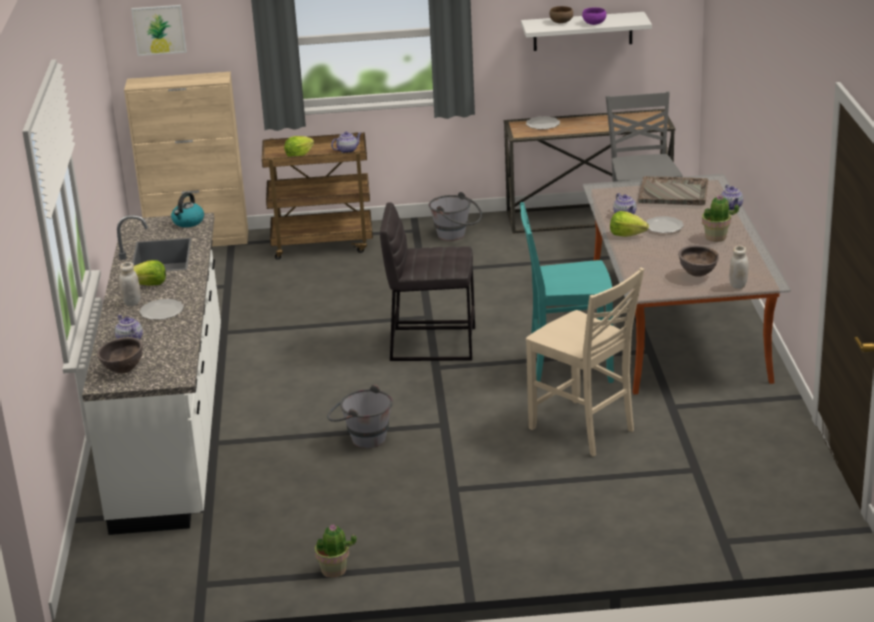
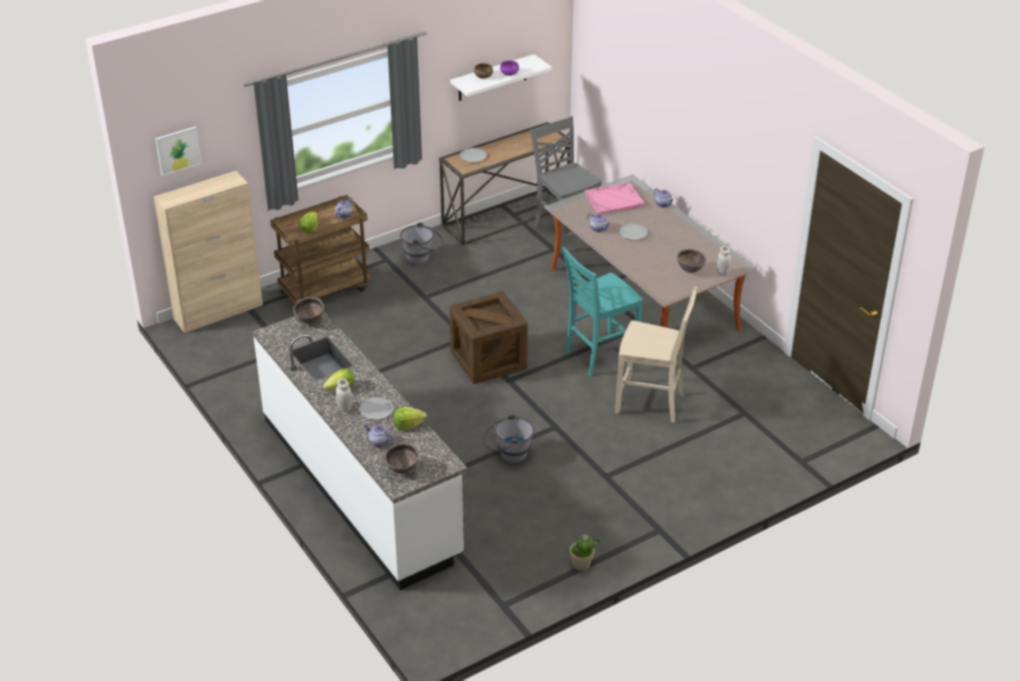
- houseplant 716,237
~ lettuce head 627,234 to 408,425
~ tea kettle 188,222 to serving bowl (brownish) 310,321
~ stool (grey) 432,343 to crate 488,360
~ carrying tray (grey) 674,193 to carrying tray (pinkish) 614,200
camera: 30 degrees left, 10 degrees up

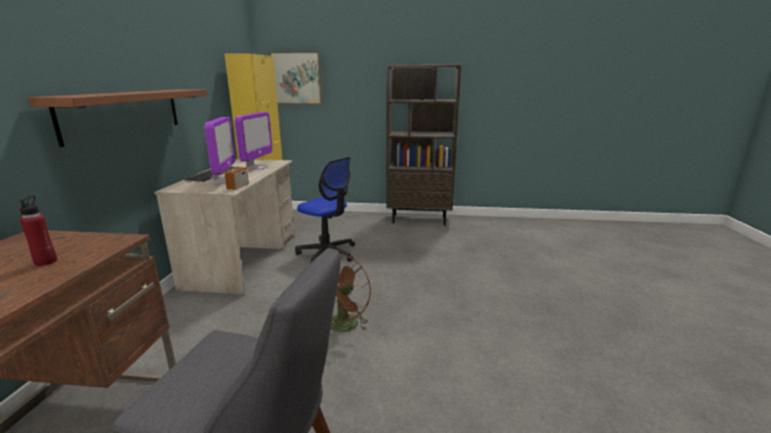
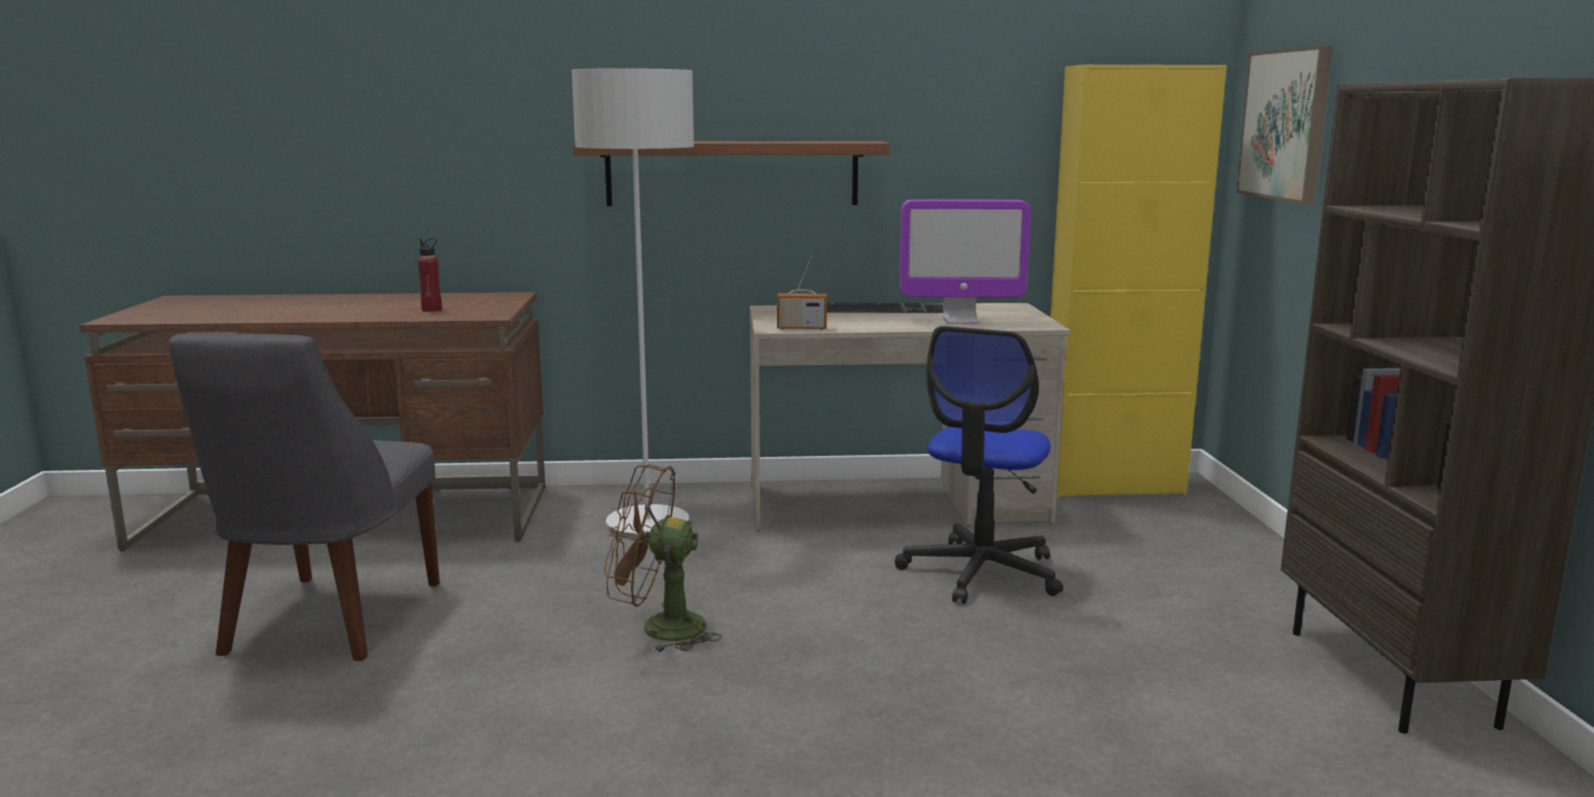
- computer display 224,181
+ floor lamp (grey) 647,524
camera: 80 degrees right, 5 degrees down

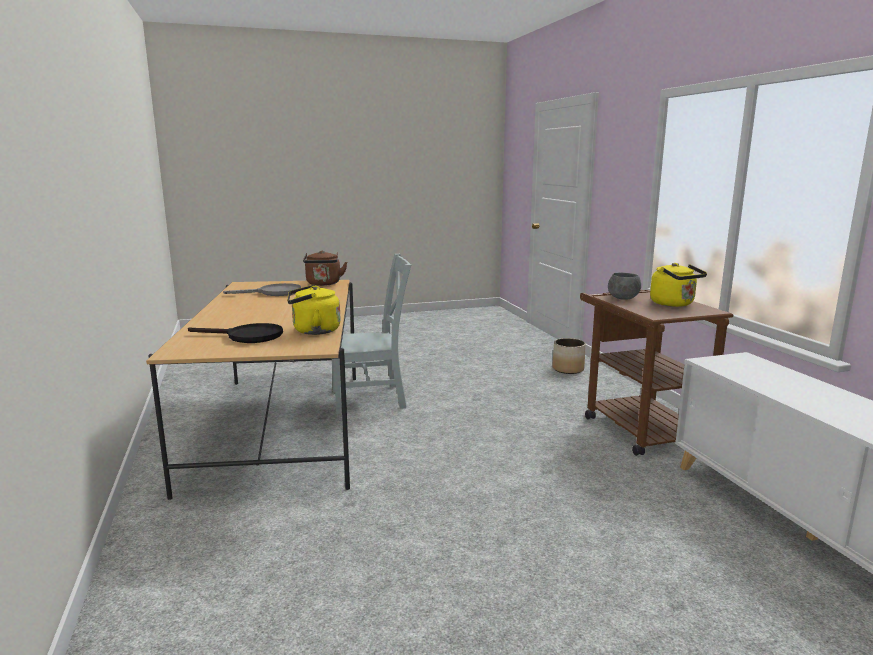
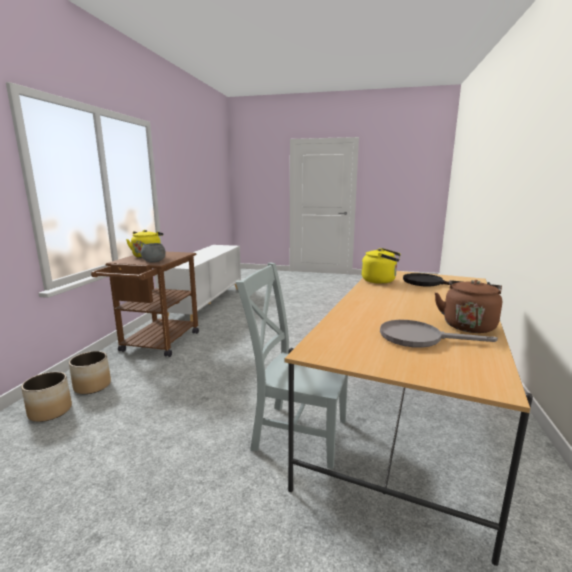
+ plant pot 92,386
~ tea kettle (brownish) 323,284 to 468,325
camera: 150 degrees left, 0 degrees up

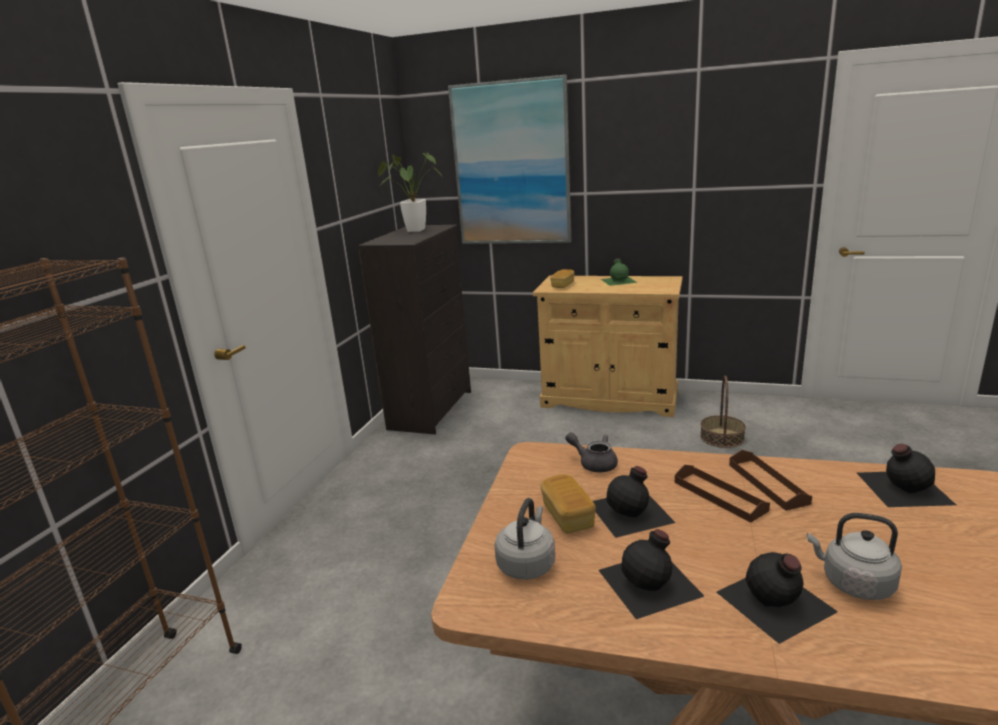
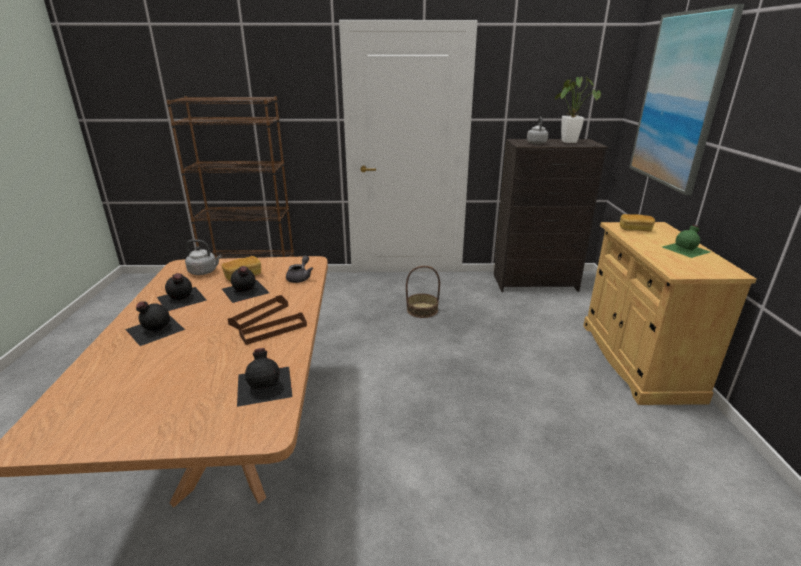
~ household basket 721,437 to 422,310
~ tea kettle (grey) 853,583 to 536,143
camera: 70 degrees right, 5 degrees up

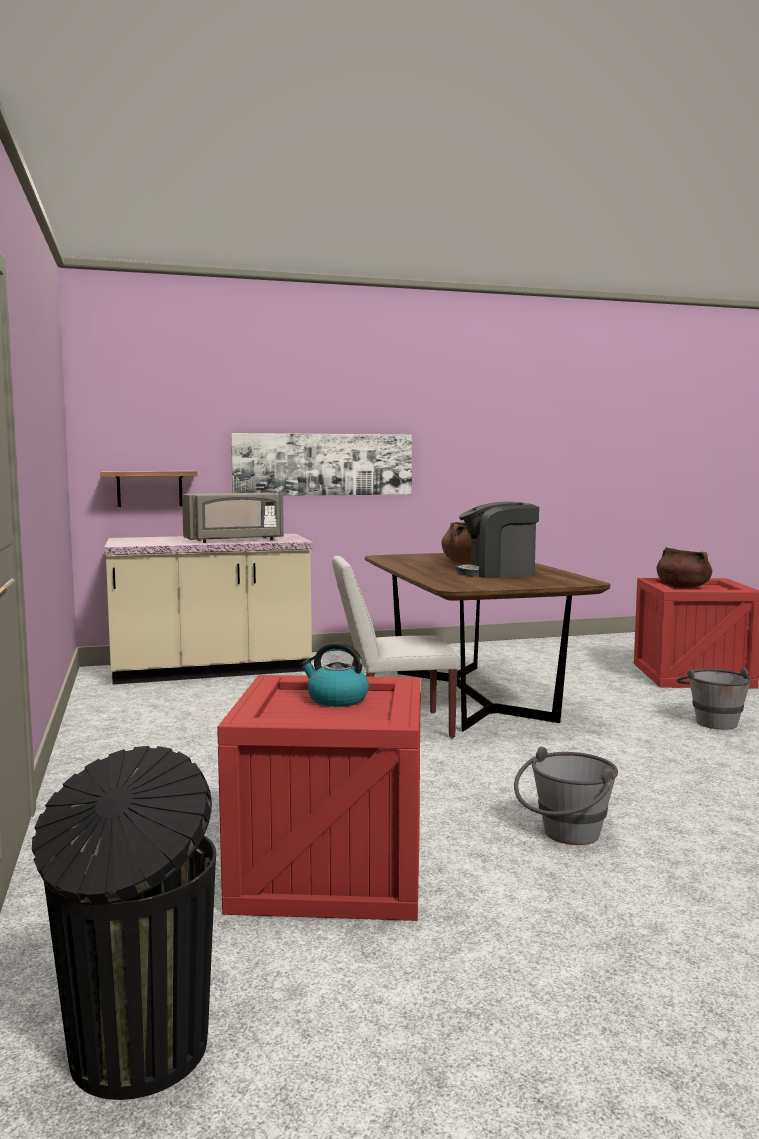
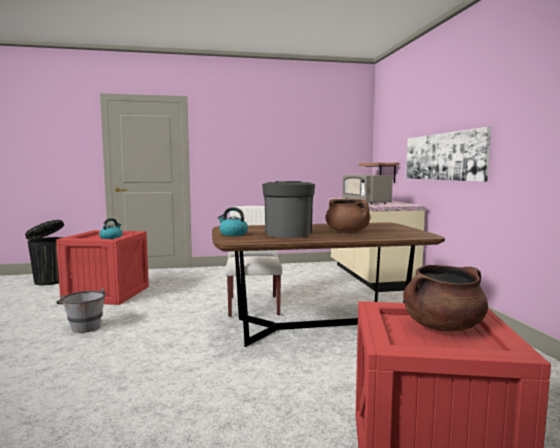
- pail (grey) 712,721
+ tea kettle 233,234
camera: 95 degrees right, 0 degrees up

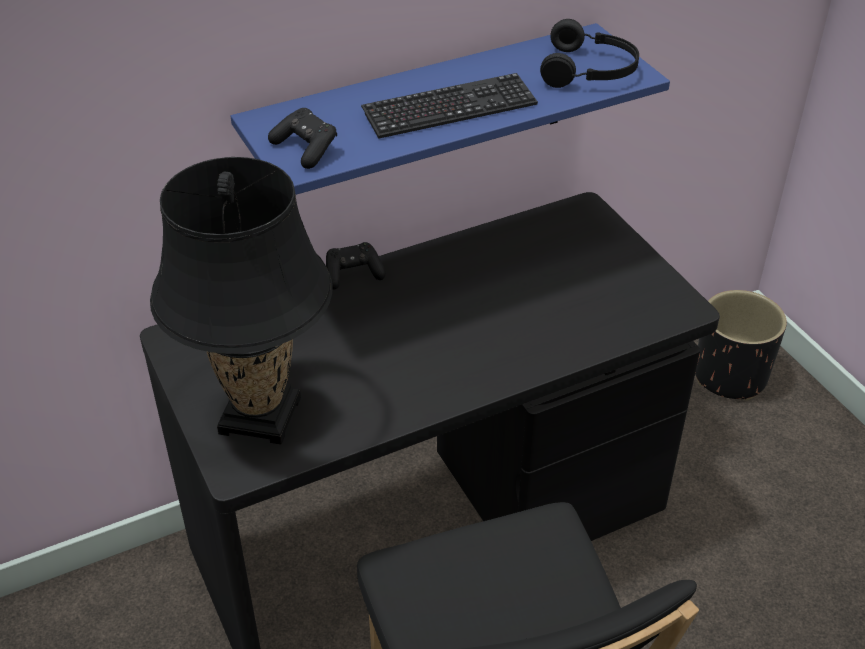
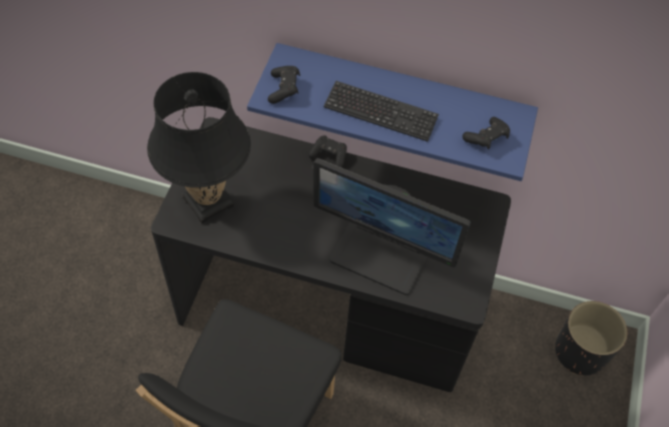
+ computer display 381,255
~ headphones (black-coloured) 590,71 to joypad (black-coloured) 486,139
camera: 40 degrees right, 15 degrees up

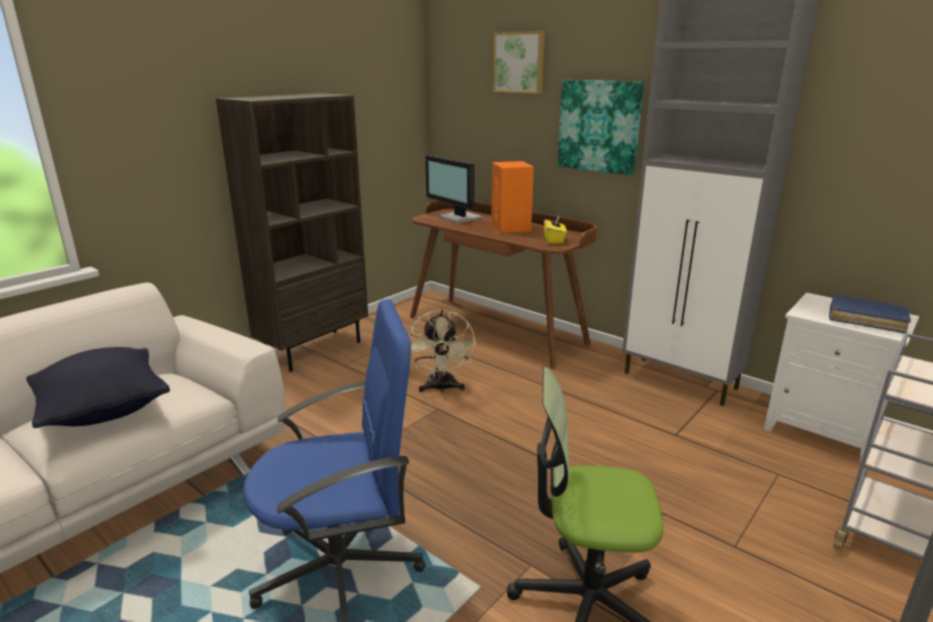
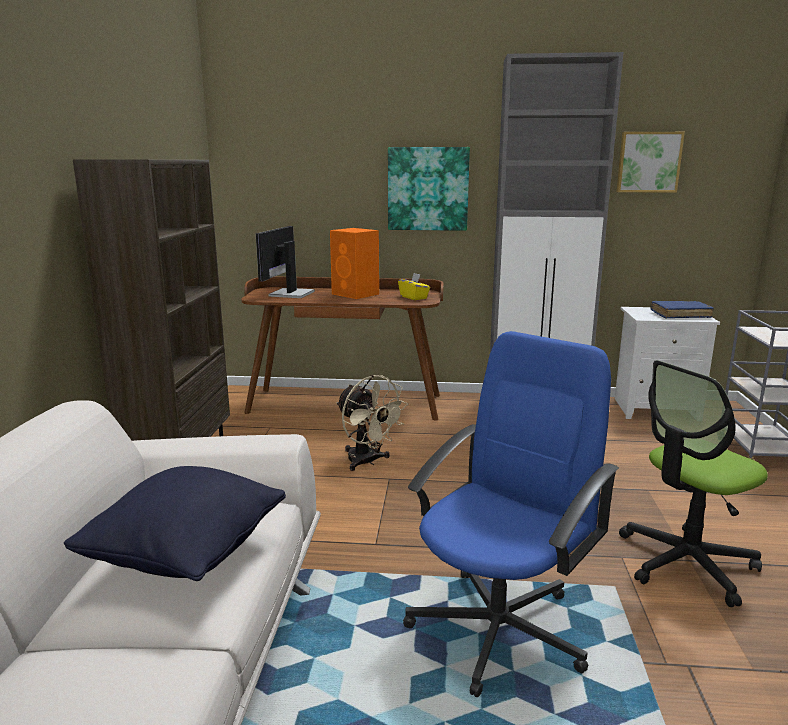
~ picture 520,62 to 648,162
~ computer display 458,218 = 289,294 90 degrees clockwise
camera: 35 degrees left, 5 degrees down

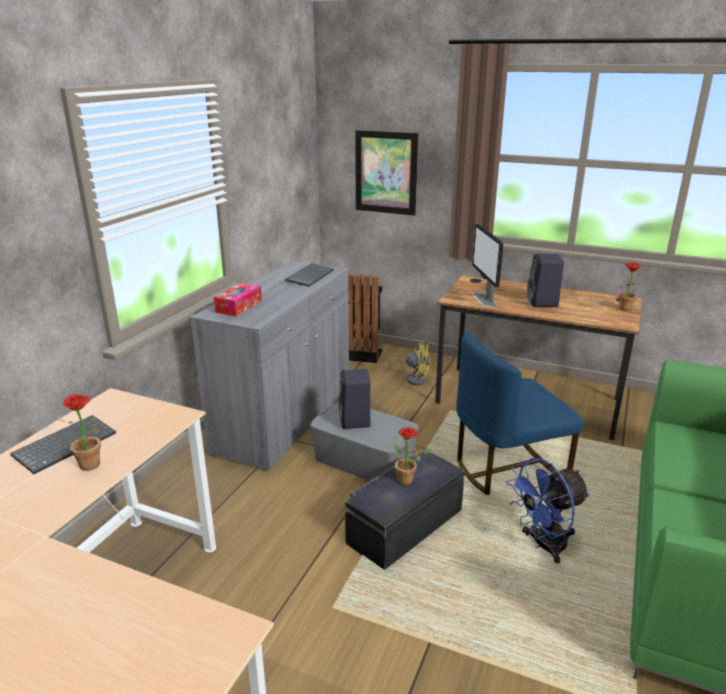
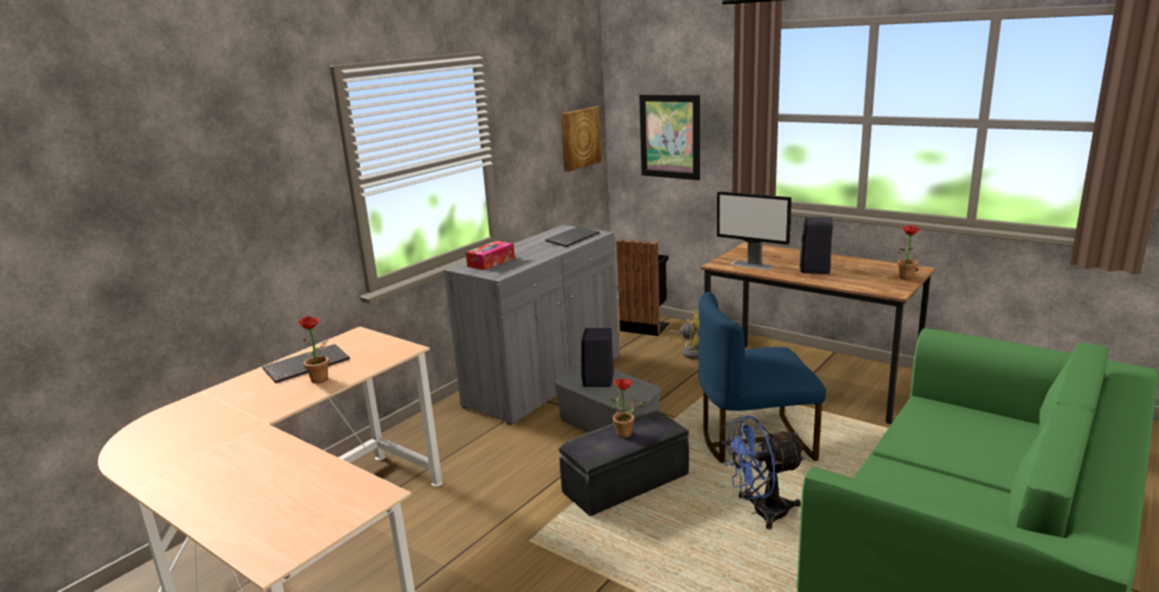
+ picture 579,138
~ computer display 484,299 = 752,265 60 degrees counterclockwise
camera: 15 degrees right, 5 degrees down

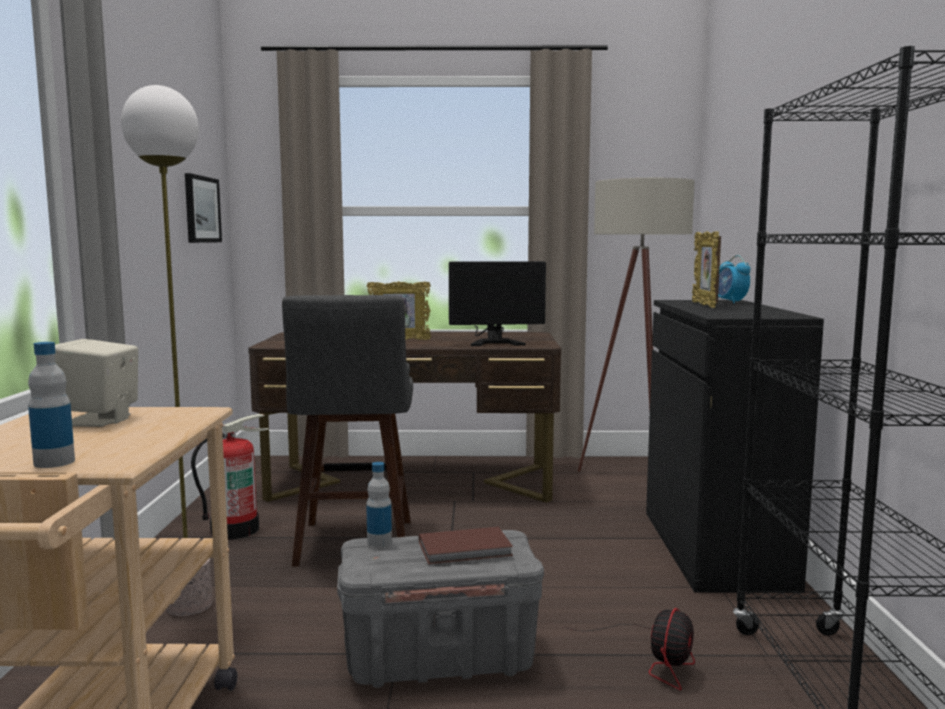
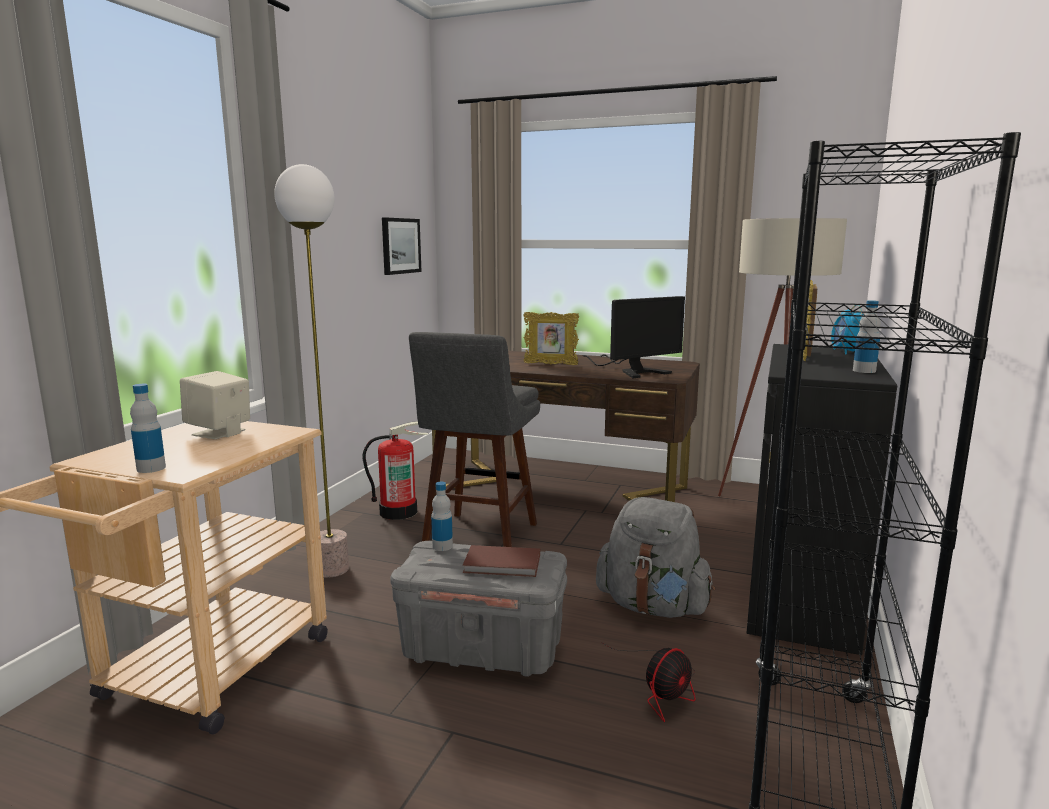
+ knapsack (grey) 653,606
+ beverage bottle 864,371
~ computer display 494,341 = 633,371 45 degrees counterclockwise
camera: 20 degrees right, 5 degrees up

